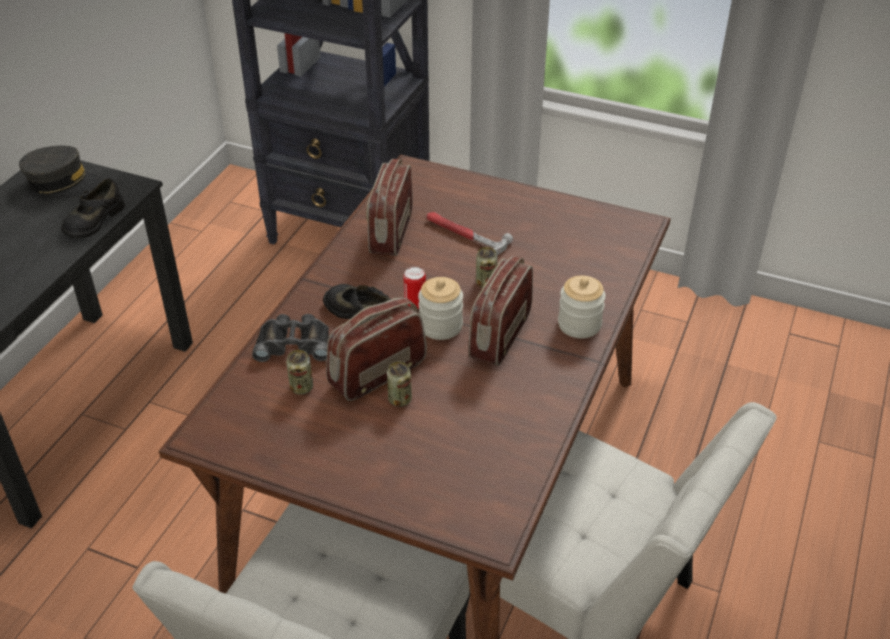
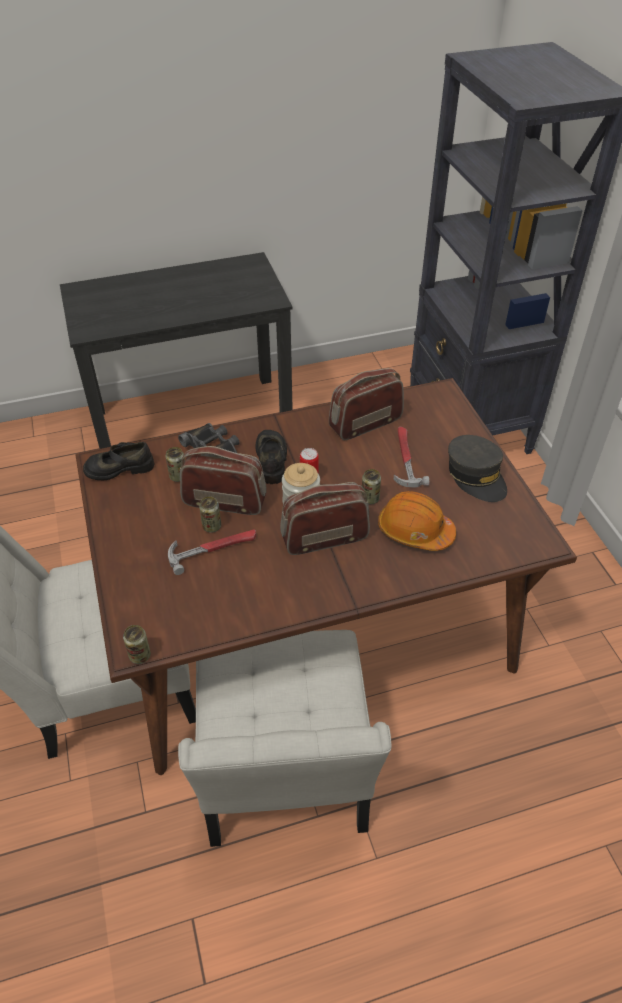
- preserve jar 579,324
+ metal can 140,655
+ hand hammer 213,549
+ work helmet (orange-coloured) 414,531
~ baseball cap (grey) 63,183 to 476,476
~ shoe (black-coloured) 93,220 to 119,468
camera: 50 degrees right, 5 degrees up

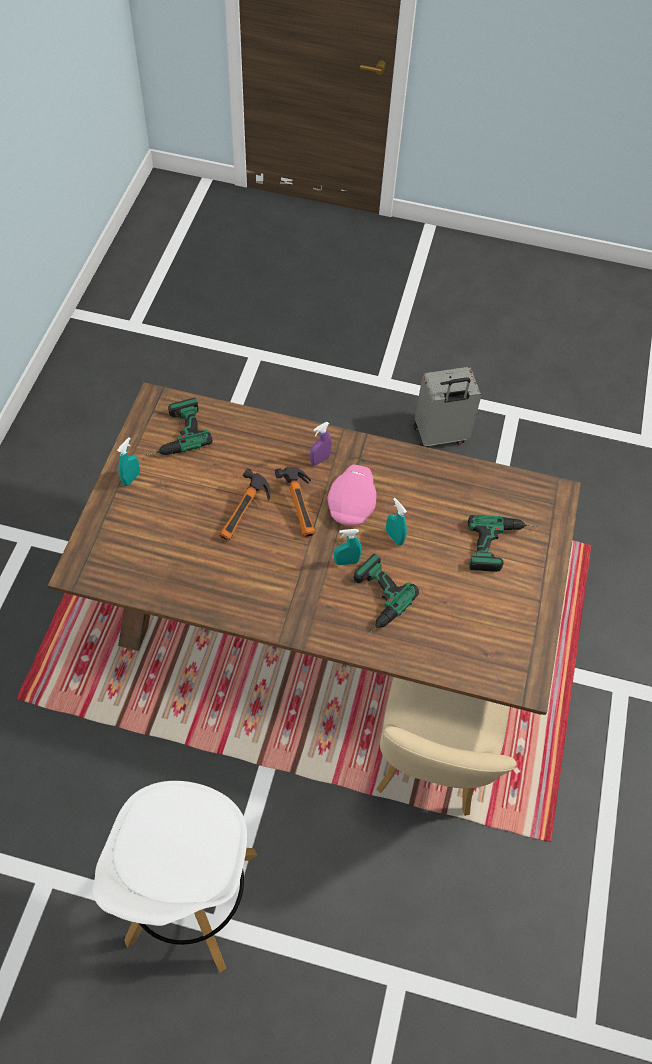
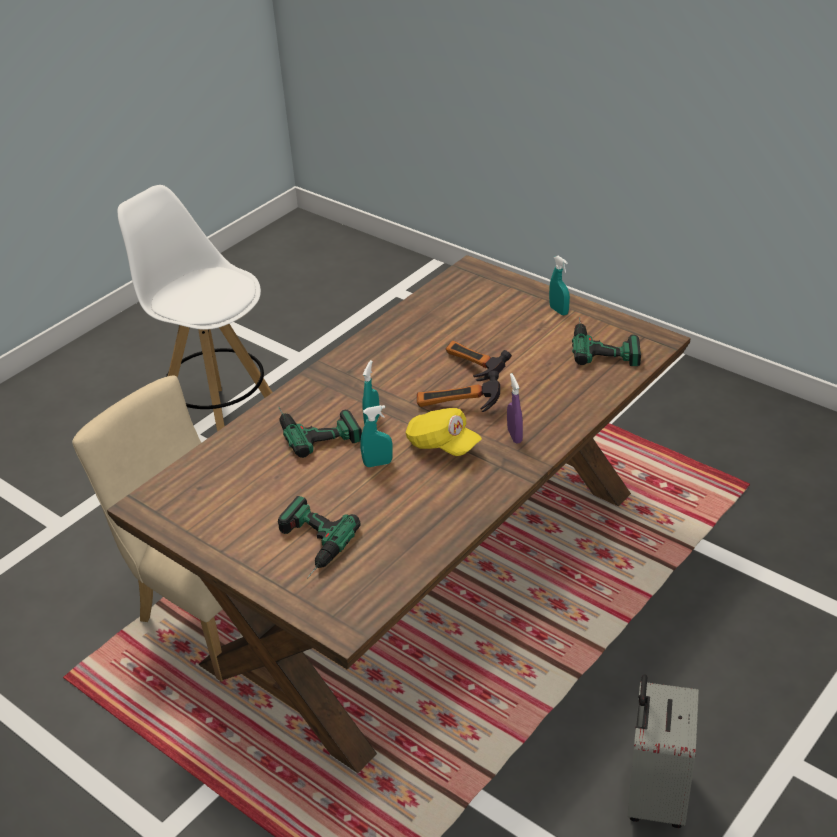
~ baseball cap (pinkish) 352,502 to baseball cap (yellowish) 442,445
camera: 120 degrees right, 20 degrees down

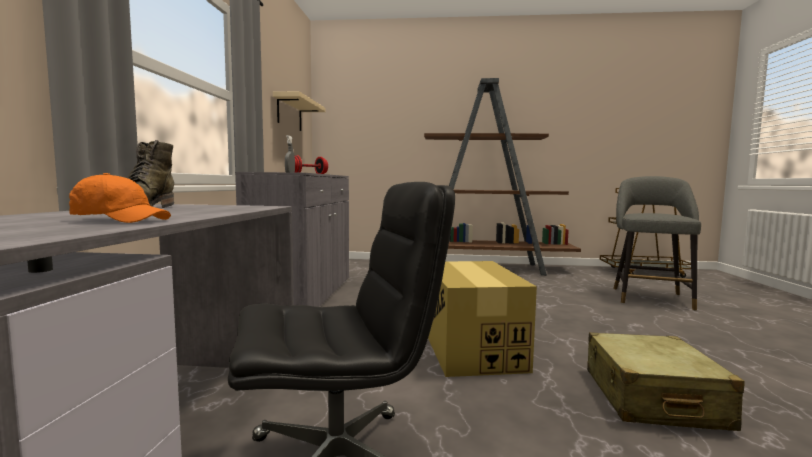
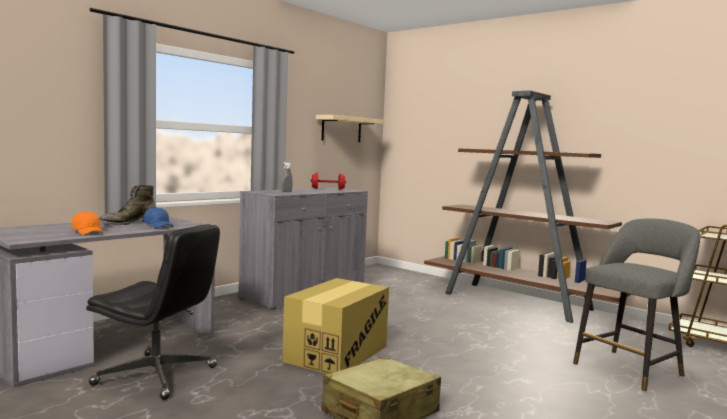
+ baseball cap (blue-coloured) 158,226
camera: 35 degrees right, 0 degrees up

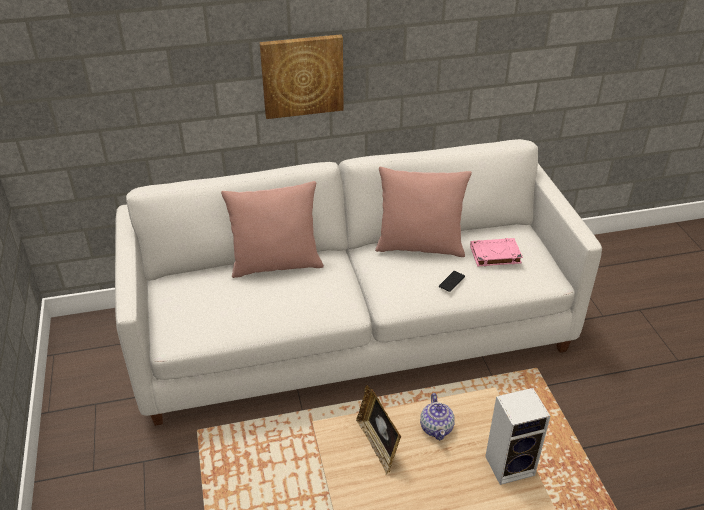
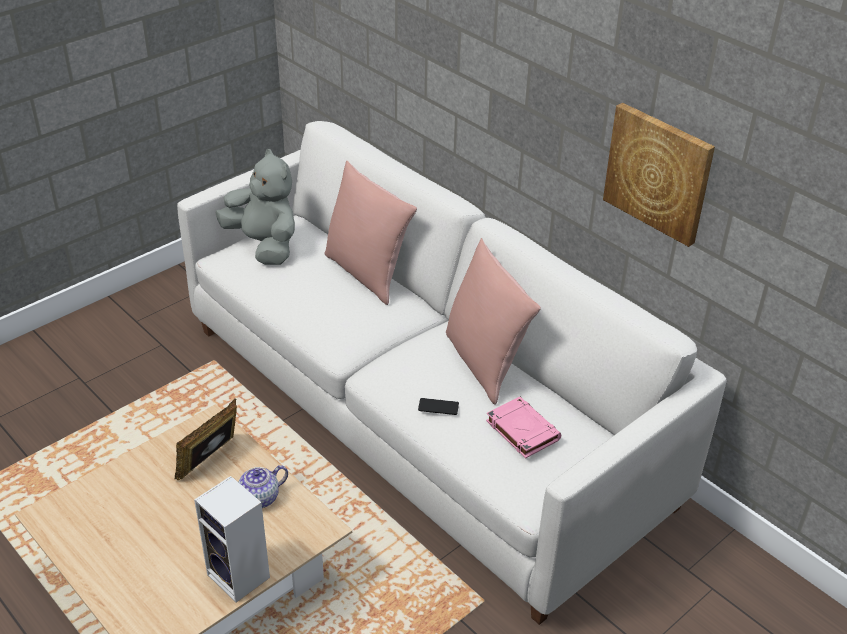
+ plush toy (grey) 264,245
~ picture 302,76 to 658,173
camera: 60 degrees right, 0 degrees up

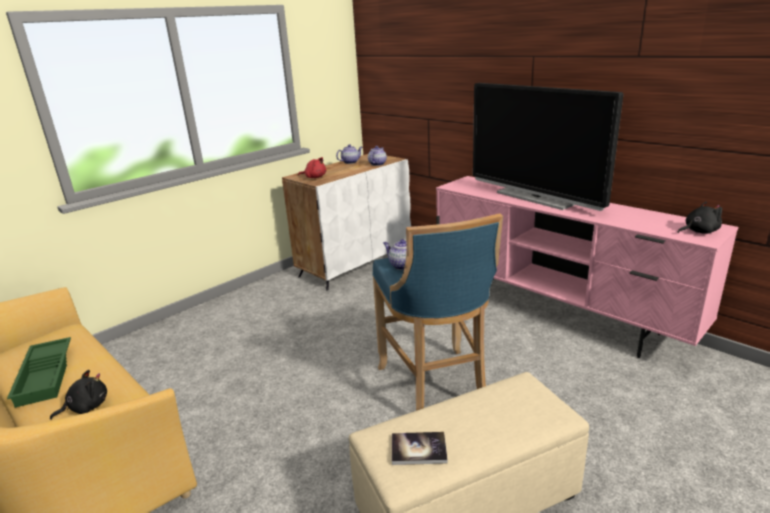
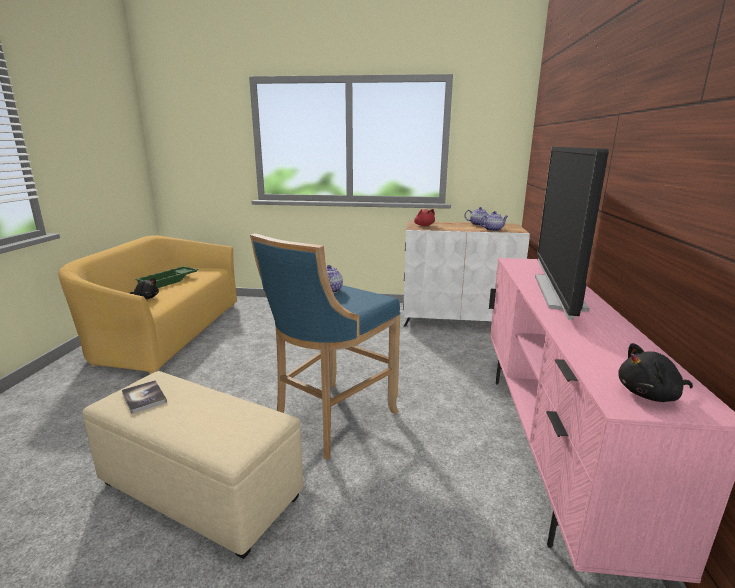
~ plush toy (black-coloured) 699,231 = 650,395 135 degrees clockwise
camera: 50 degrees right, 5 degrees down

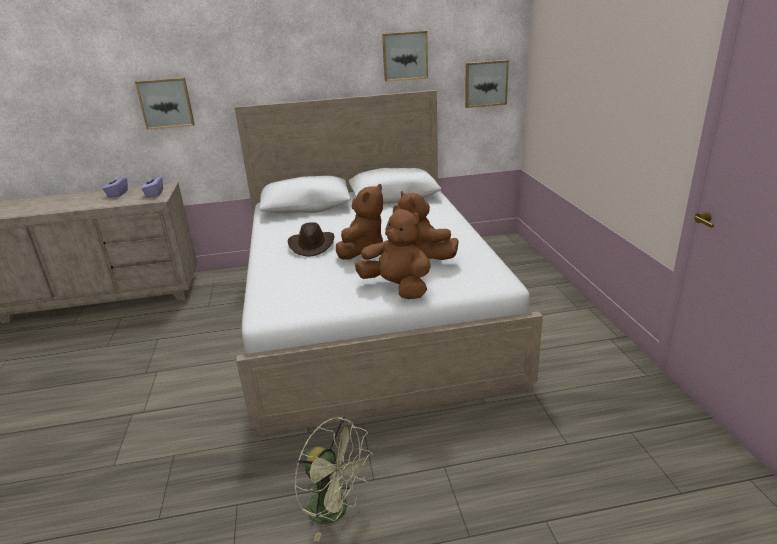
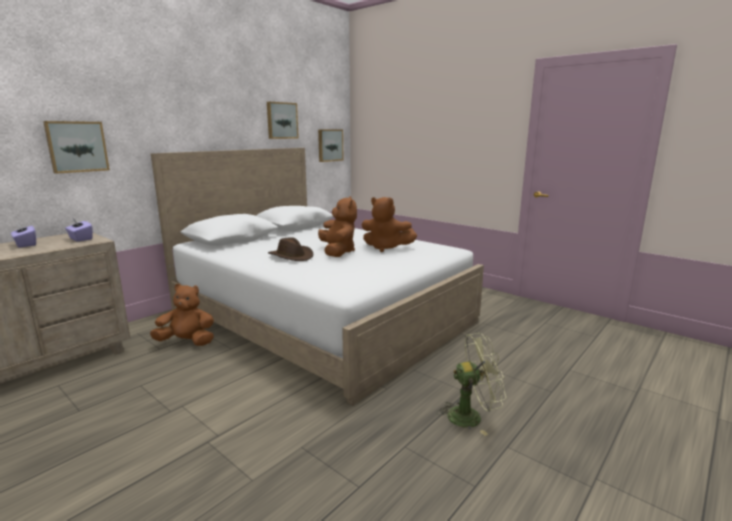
~ plush toy (brownish) 397,288 to 187,342
camera: 40 degrees left, 10 degrees down

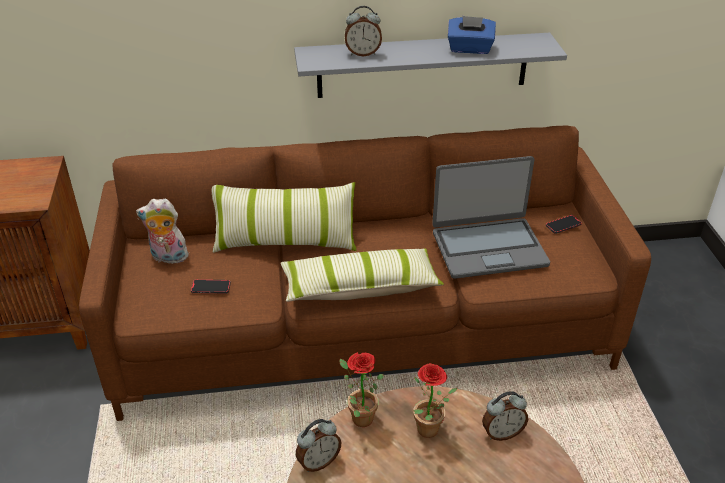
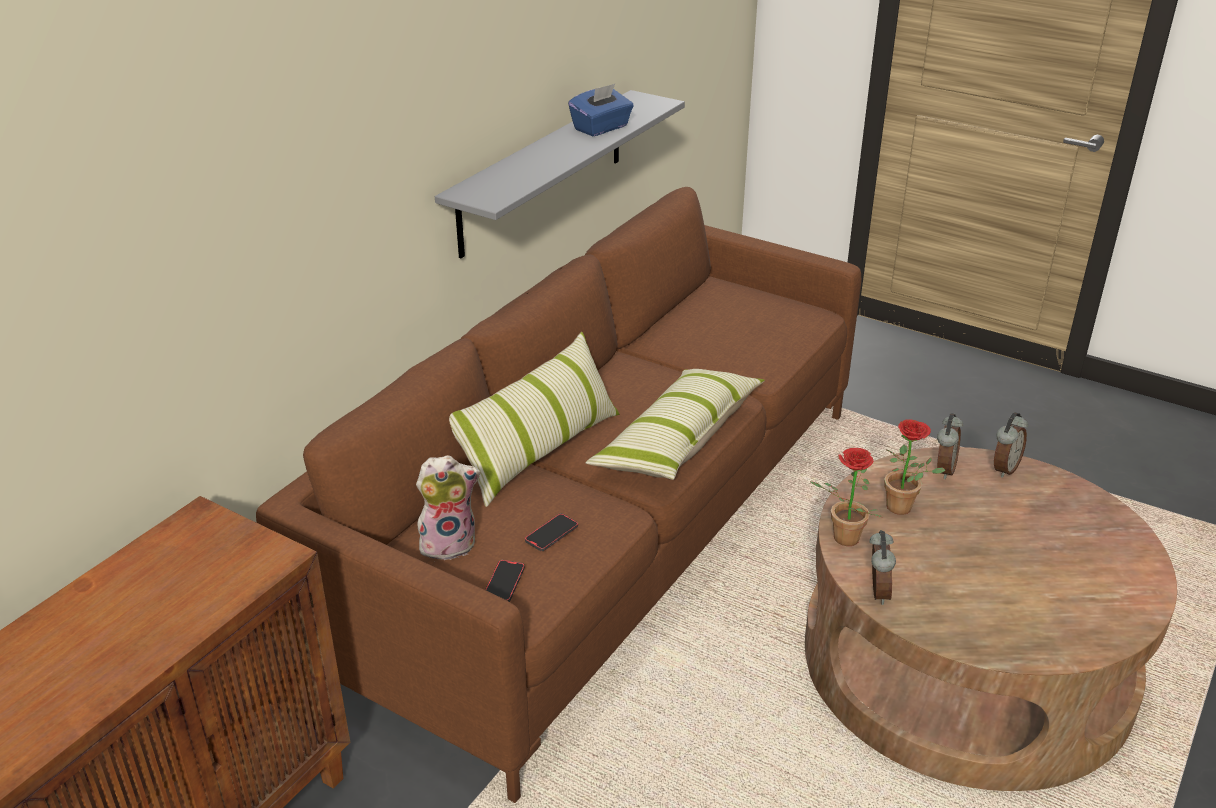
- laptop 488,248
~ table clock 363,53 to 1004,468
~ handset 563,225 to 504,583
~ plush toy 168,258 = 449,543 150 degrees counterclockwise
camera: 50 degrees left, 5 degrees down

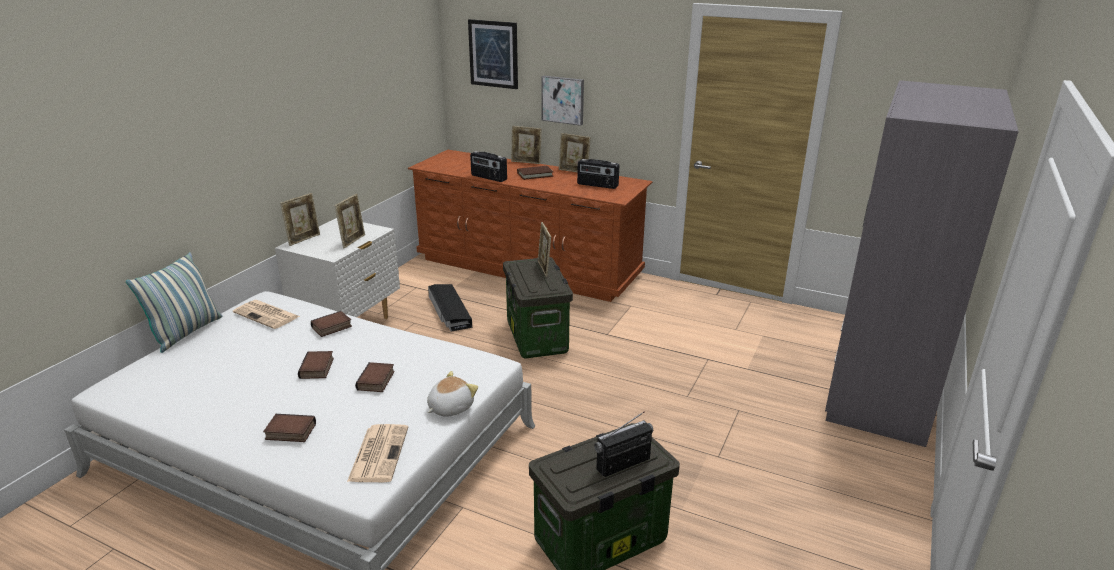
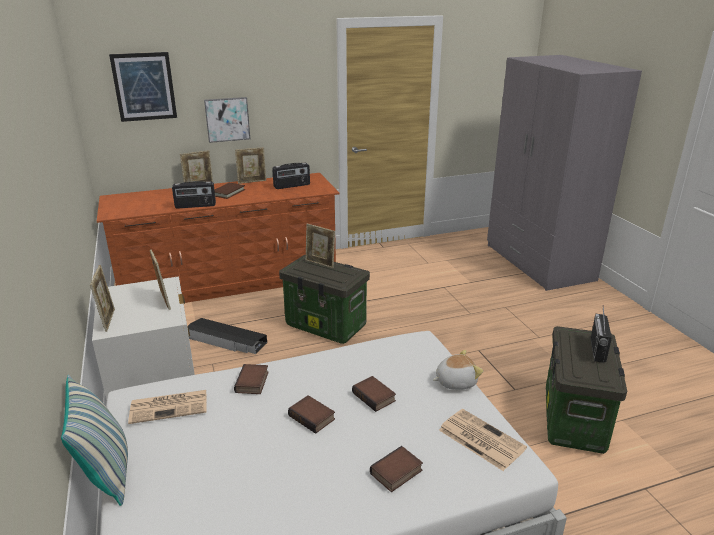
~ plush toy 450,407 = 455,381 75 degrees clockwise
camera: 45 degrees left, 0 degrees up

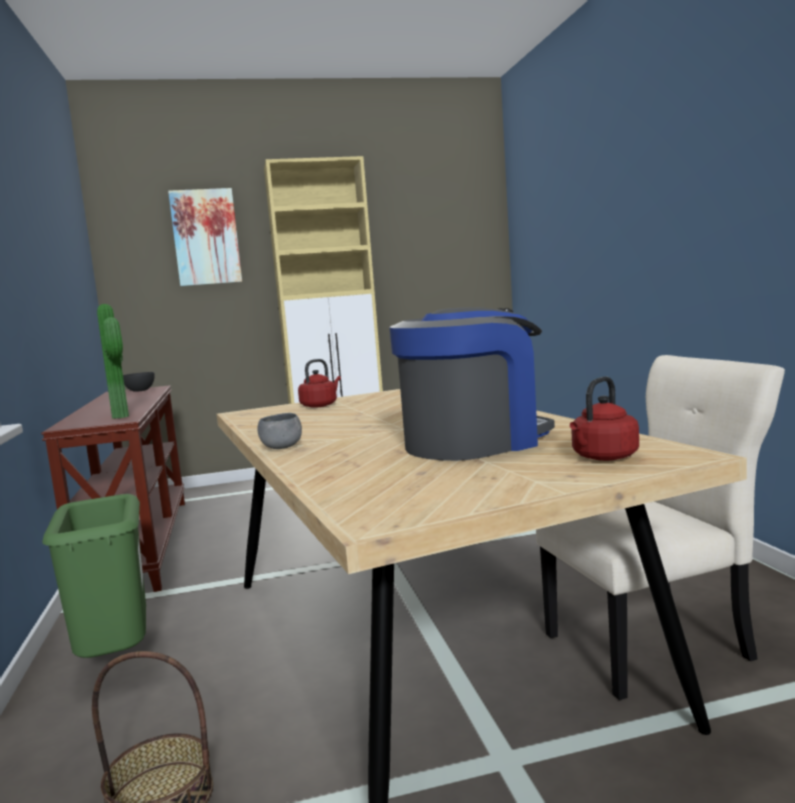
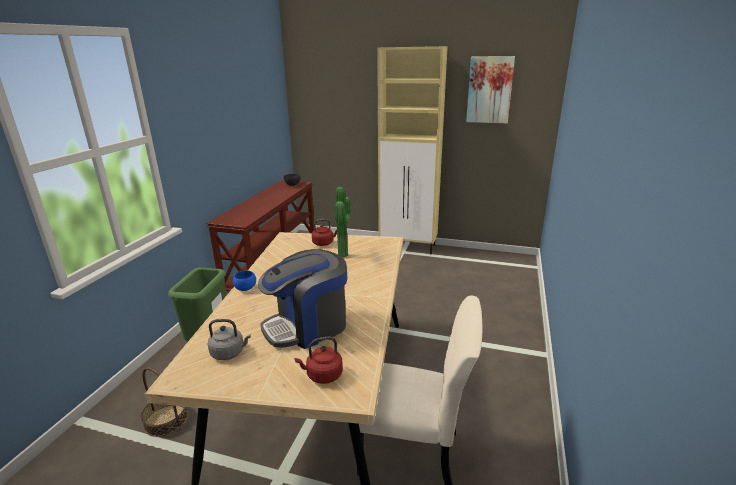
+ tea kettle (grey) 229,353
~ houseplant 124,416 to 345,255
~ picture 206,237 to 489,90
~ serving bowl (grey) 281,447 to serving bowl (blue-coloured) 245,288
~ coffee brewer 474,443 = 307,326 150 degrees clockwise
camera: 30 degrees right, 15 degrees up

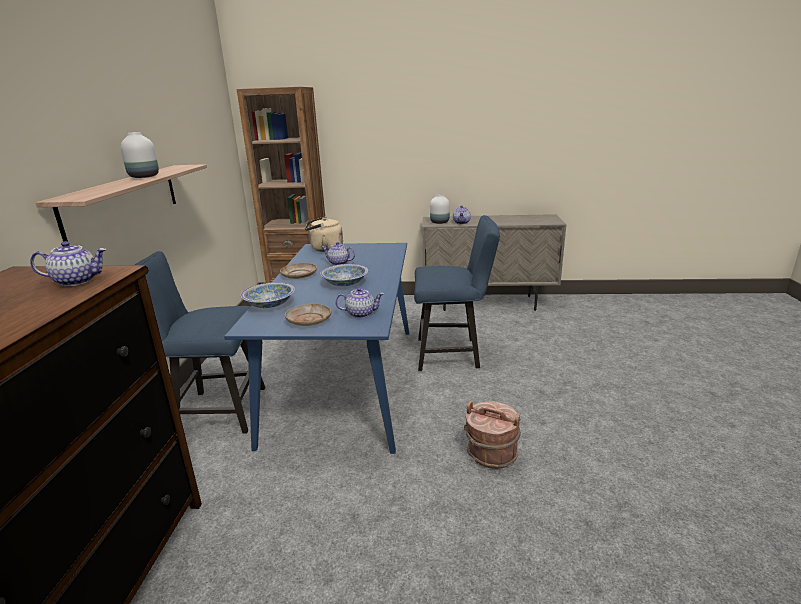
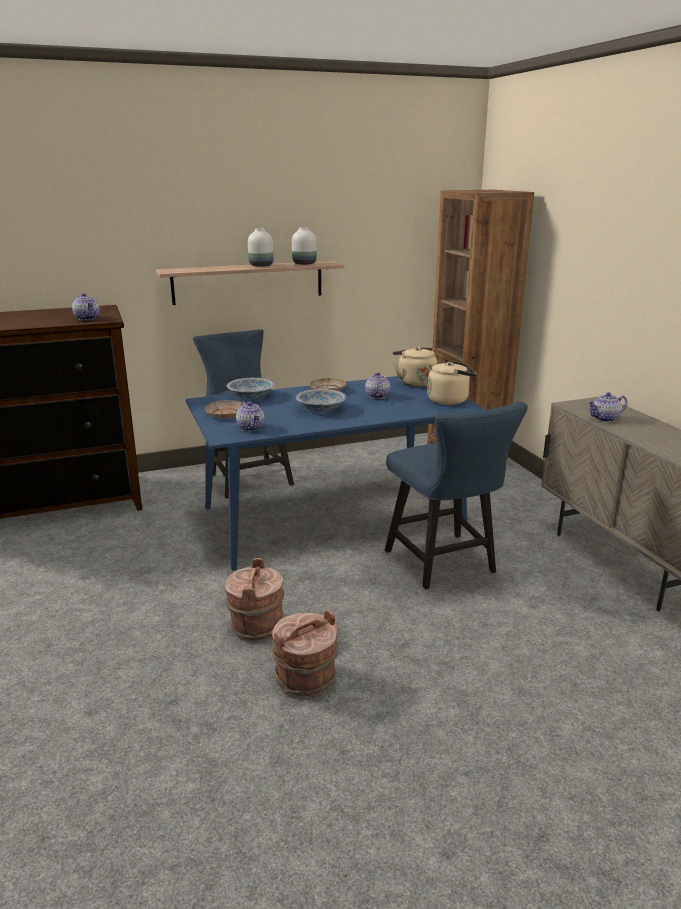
+ pail (brownish) 306,678
+ tea kettle (sand-coloured) 450,400
~ flower vase (white-coloured) 439,222 to 305,264
camera: 65 degrees right, 0 degrees up

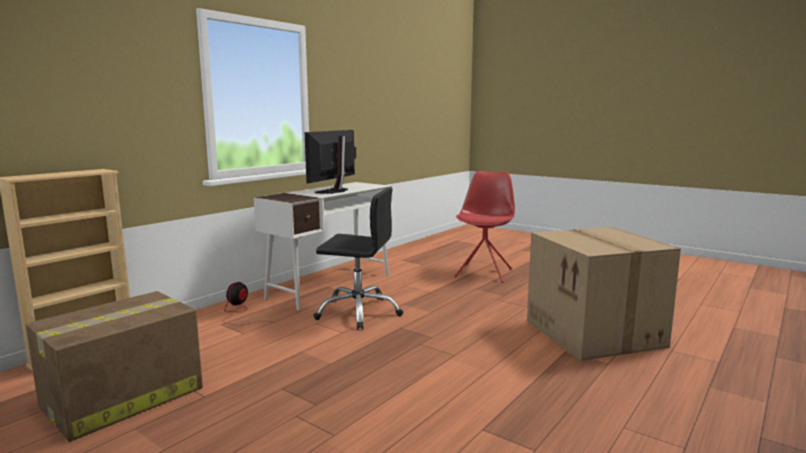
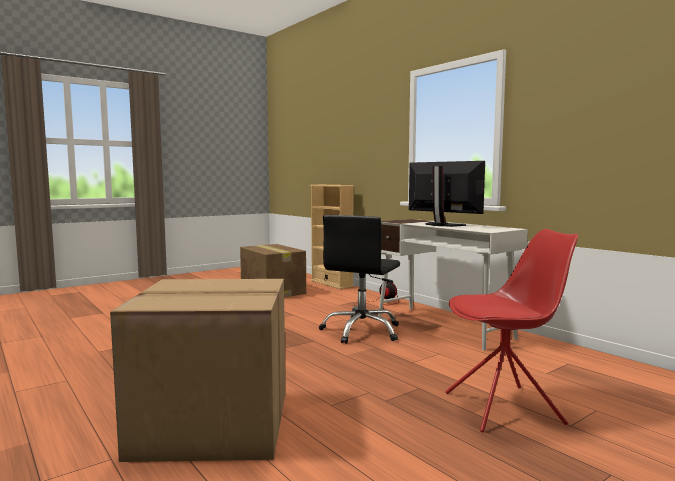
~ upright chair (reddish) 484,273 = 504,408 45 degrees counterclockwise
camera: 105 degrees right, 5 degrees down

